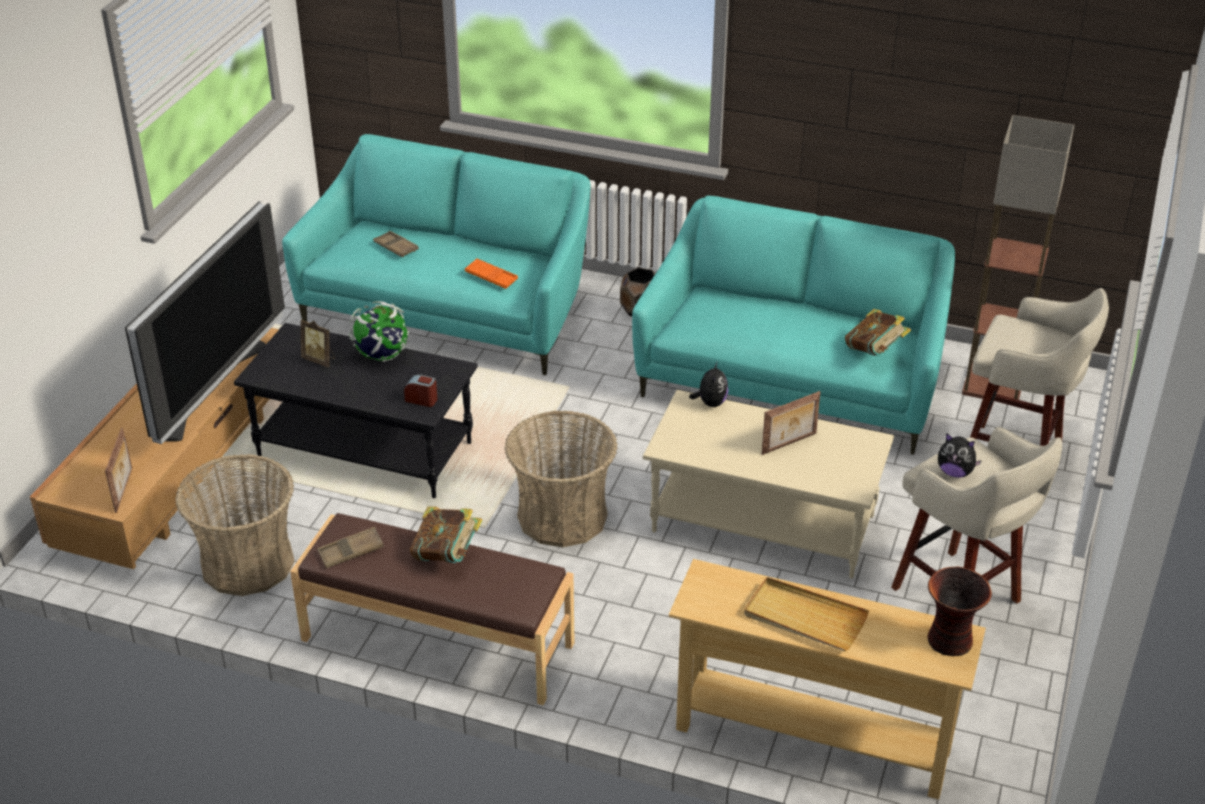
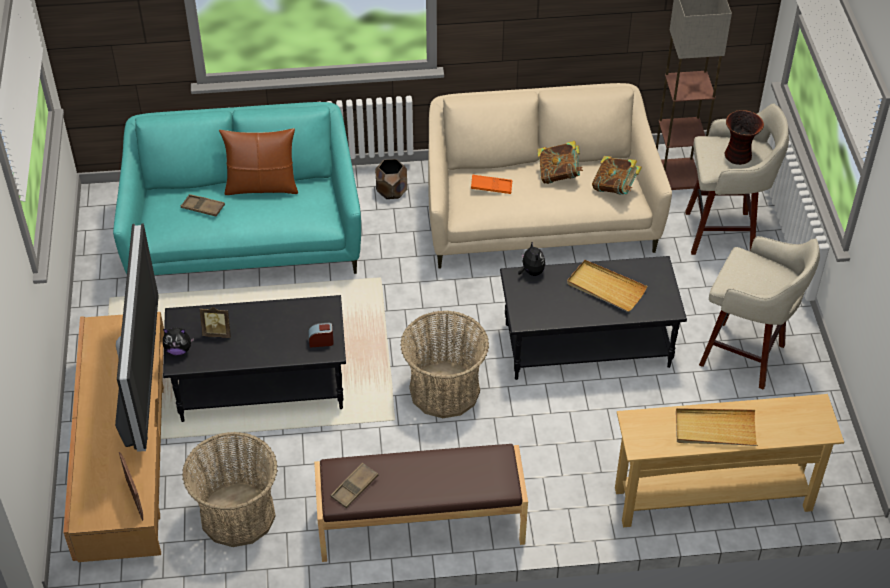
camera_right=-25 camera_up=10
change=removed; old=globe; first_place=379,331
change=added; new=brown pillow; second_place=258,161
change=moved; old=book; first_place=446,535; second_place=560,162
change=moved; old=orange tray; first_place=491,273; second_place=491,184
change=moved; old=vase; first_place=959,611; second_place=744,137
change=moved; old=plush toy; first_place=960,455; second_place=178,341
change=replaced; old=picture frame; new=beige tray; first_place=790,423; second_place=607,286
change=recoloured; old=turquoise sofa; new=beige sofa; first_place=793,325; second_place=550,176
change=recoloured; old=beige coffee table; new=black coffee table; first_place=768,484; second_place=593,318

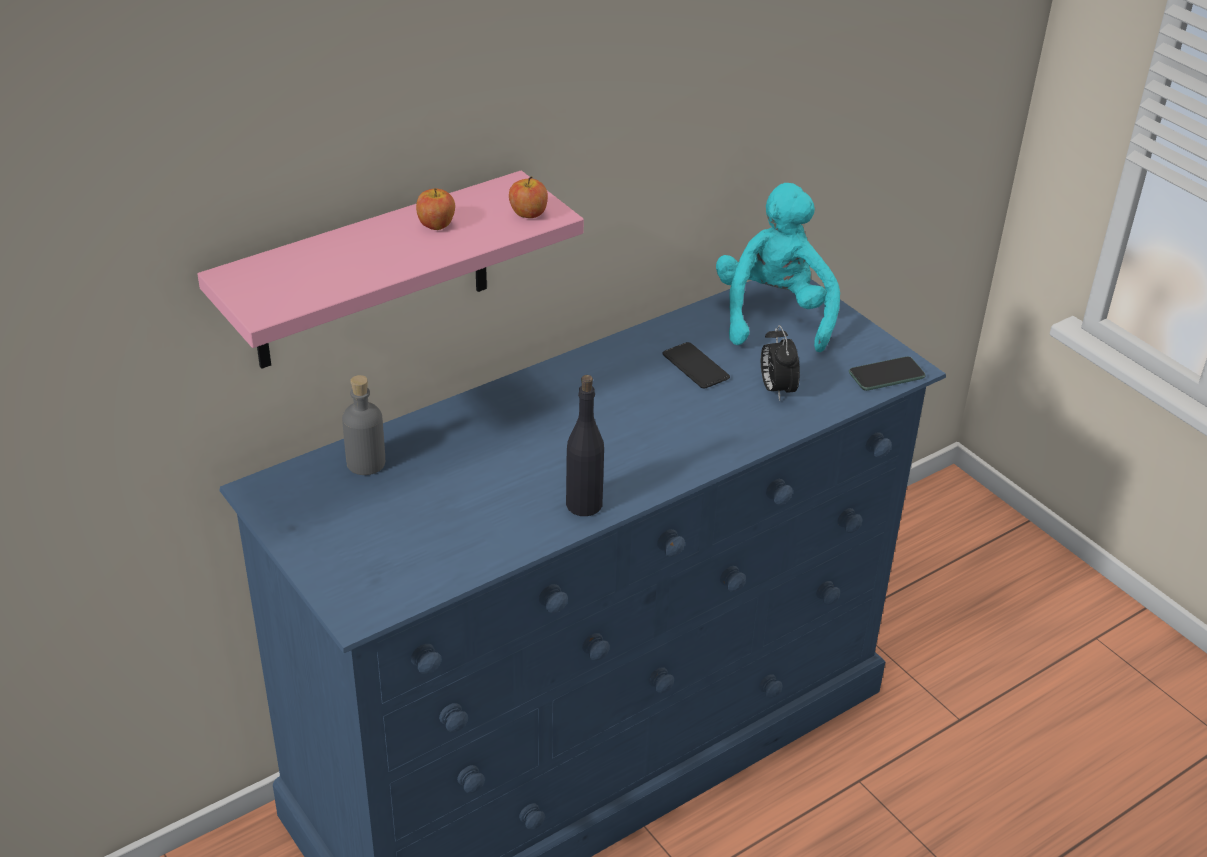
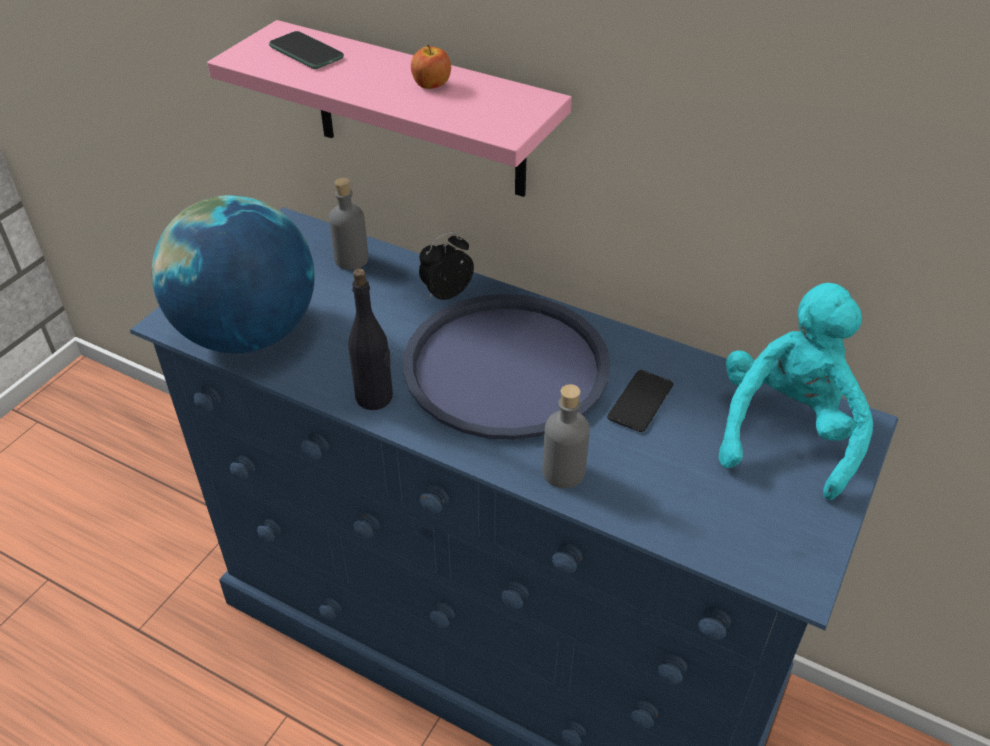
camera_right=65 camera_up=5
change=removed; old=apple; first_place=528,197
change=added; new=globe; second_place=233,274
change=added; new=blue tray; second_place=507,367
change=added; new=grey bottle; second_place=566,436
change=moved; old=alarm clock; first_place=780,363; second_place=446,266
change=moved; old=phone; first_place=887,373; second_place=306,50
change=turned; old=turquoise plush toy; first_place=778,267; second_place=796,391; degrees=-45

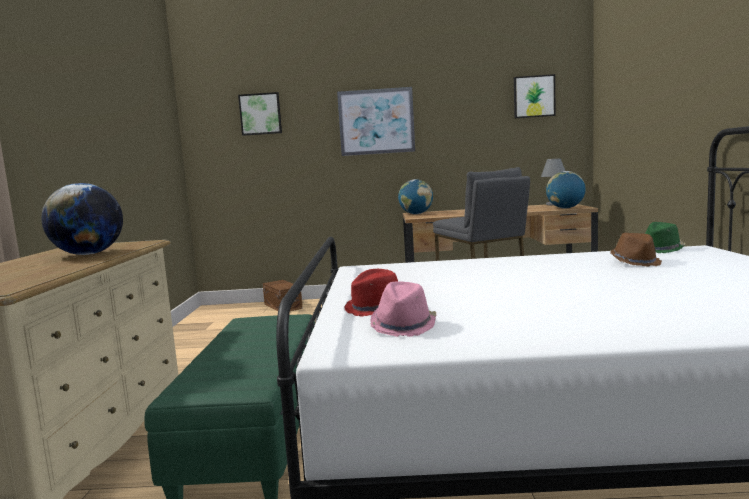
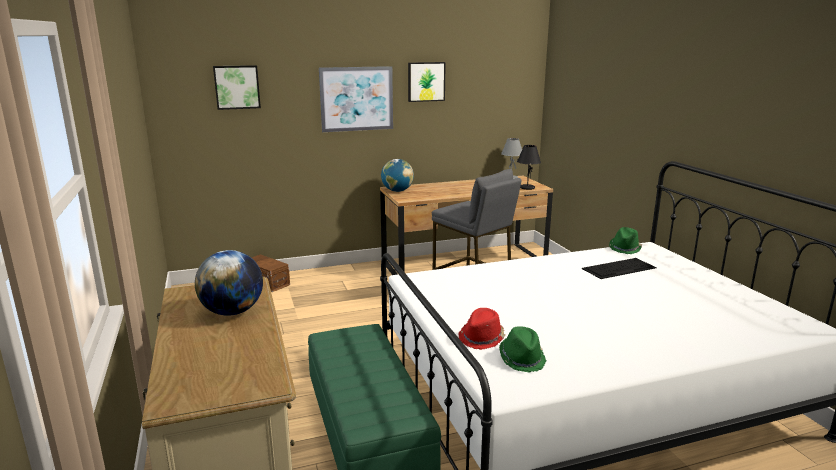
camera_right=-20 camera_up=10
change=moved; old=picture; first_place=535,96; second_place=427,82
change=replaced; old=globe; new=black table lamp; first_place=565,190; second_place=529,167
change=replaced; old=brown hat; new=keyboard; first_place=636,250; second_place=619,268
change=recoloured; old=pink hat; new=green hat; first_place=403,309; second_place=522,349

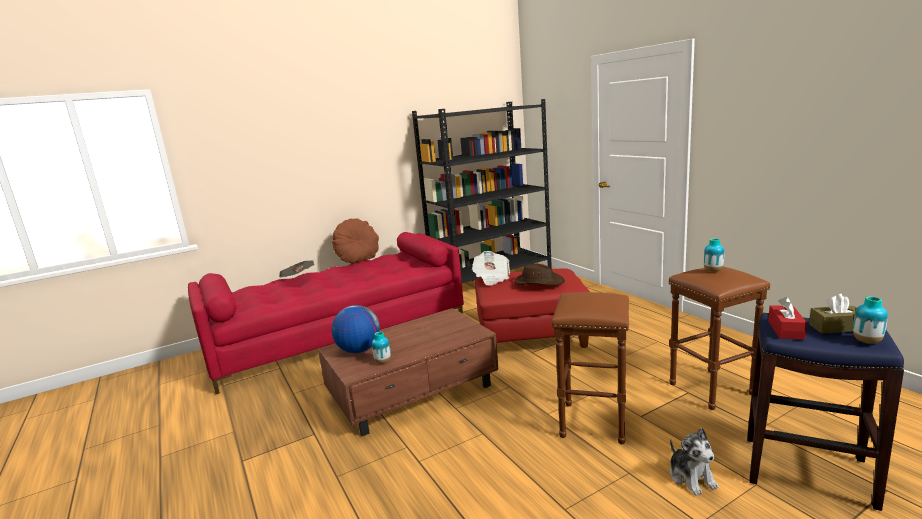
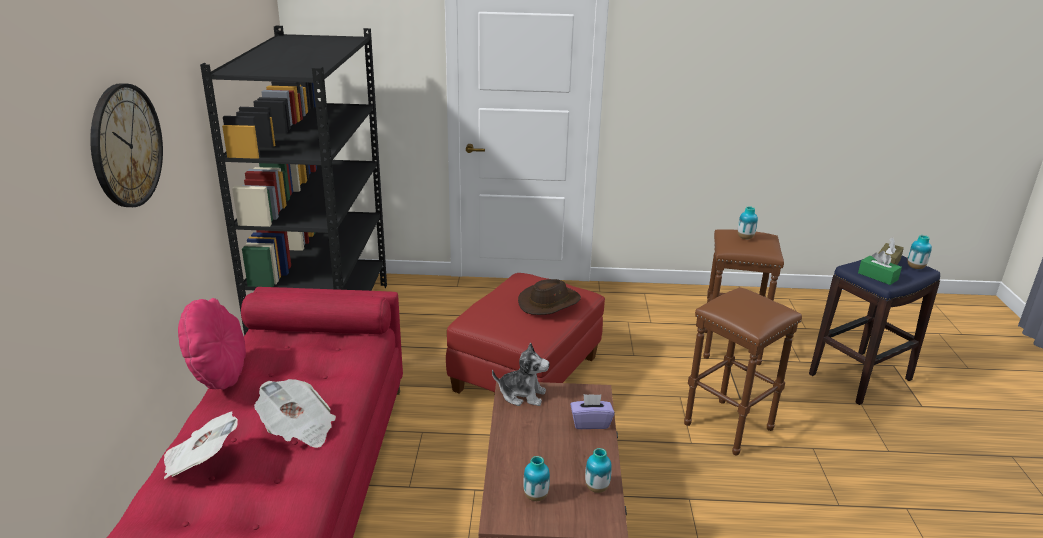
camera_right=-60 camera_up=10
change=added; new=wall clock; second_place=126,145
change=added; new=purple tissue box; second_place=592,411
change=moved; old=newspaper; first_place=491,268; second_place=295,413
change=moved; old=plush toy; first_place=694,462; second_place=521,374
change=replaced; old=globe; new=vase; first_place=355,329; second_place=536,478
change=recoloured; old=brown pillow; new=pink pillow; first_place=355,241; second_place=212,344
change=recoloured; old=red tissue box; new=green tissue box; first_place=787,318; second_place=880,268

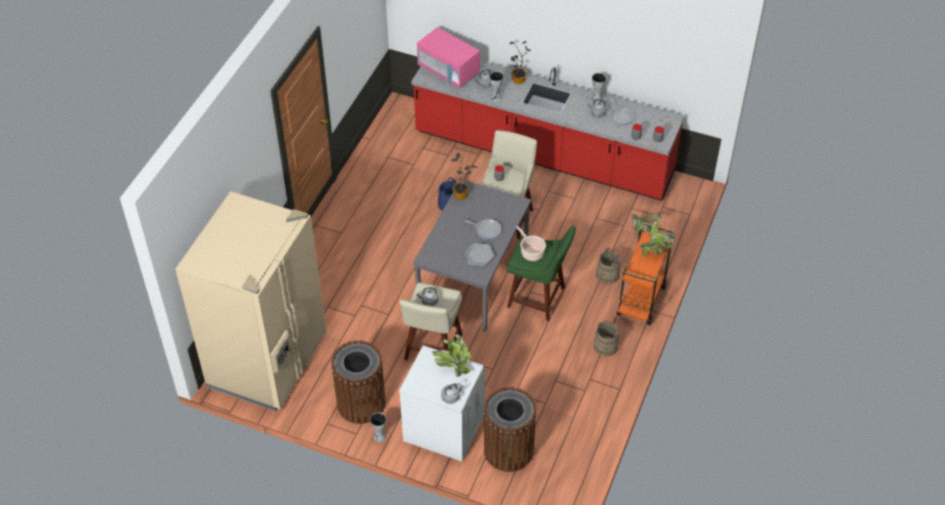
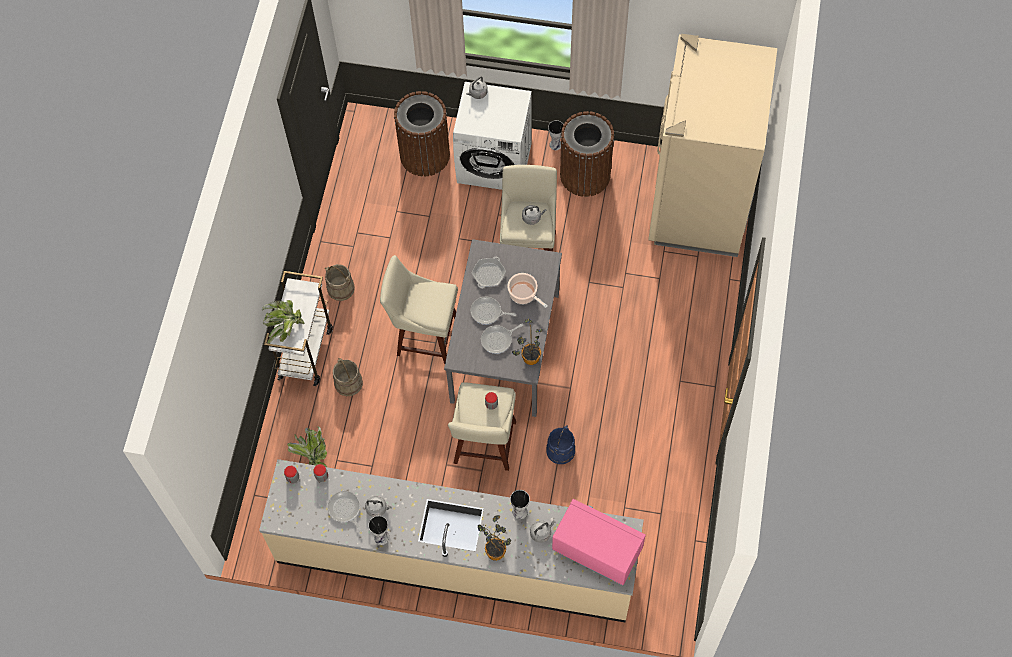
camera_right=170 camera_up=15
change=removed; old=potted plant; first_place=452,355
change=added; new=frying pan; second_place=502,338
change=moved; old=cooking pot; first_place=531,243; second_place=527,290
change=recoloured; old=red counter; new=beige counter; first_place=548,131; second_place=451,540
change=recoloured; old=green stool; new=beige stool; first_place=541,273; second_place=419,309
change=recoloured; old=orange cart; new=white cart; first_place=646,273; second_place=298,328

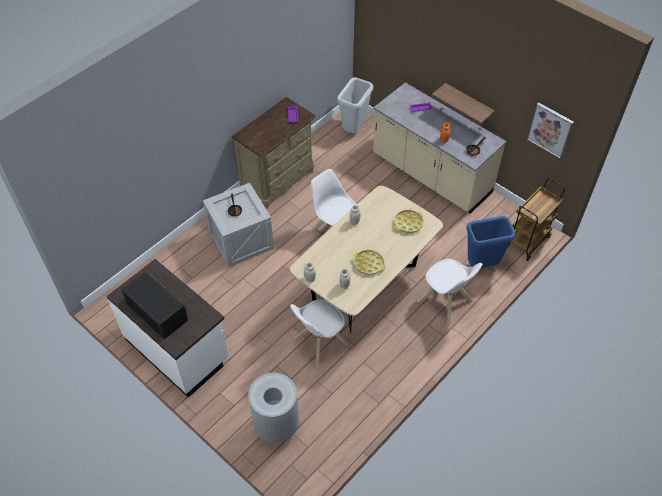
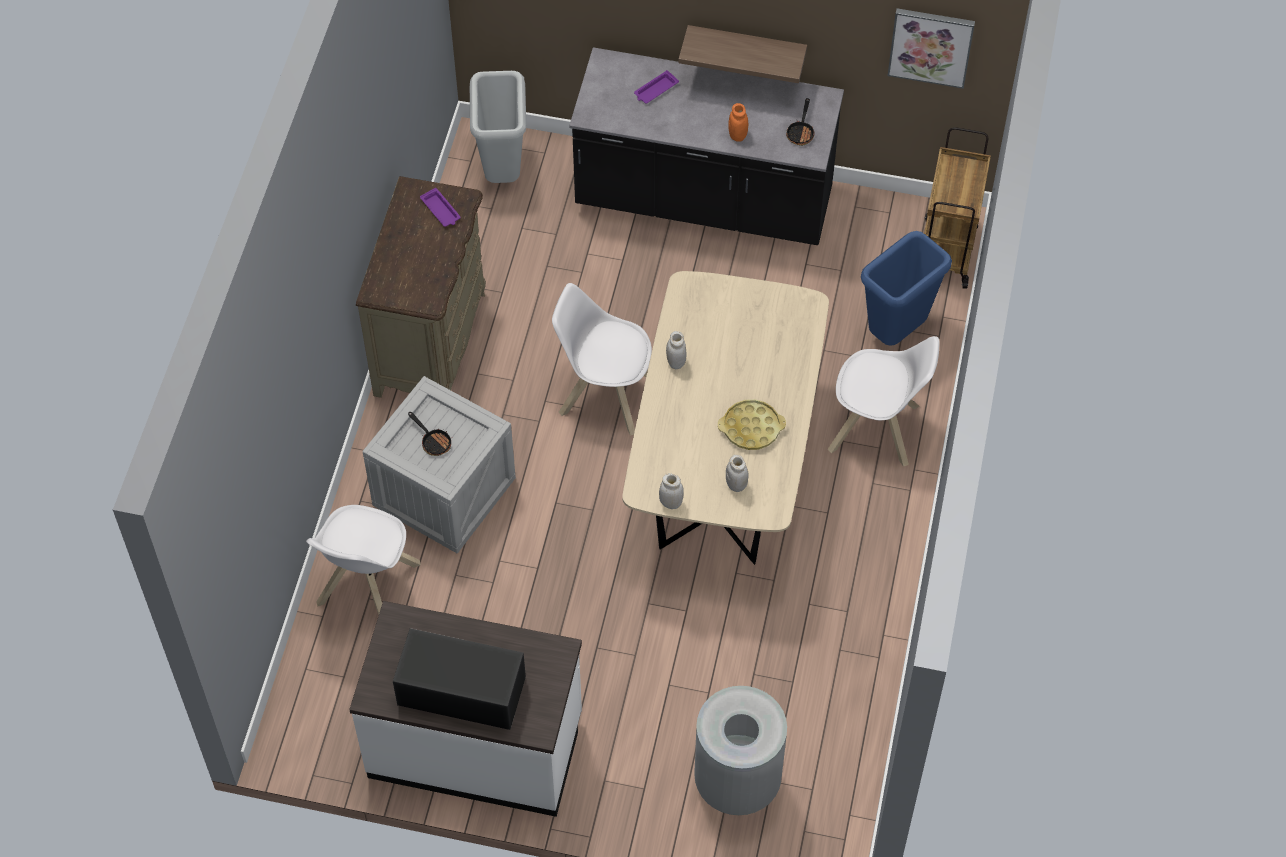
camera_right=-30 camera_up=5
change=removed; old=yellow tray; first_place=408,221
change=moved; old=white chair; first_place=320,333; second_place=363,560
change=recoloured; old=beige counter; new=black counter; first_place=439,148; second_place=706,146

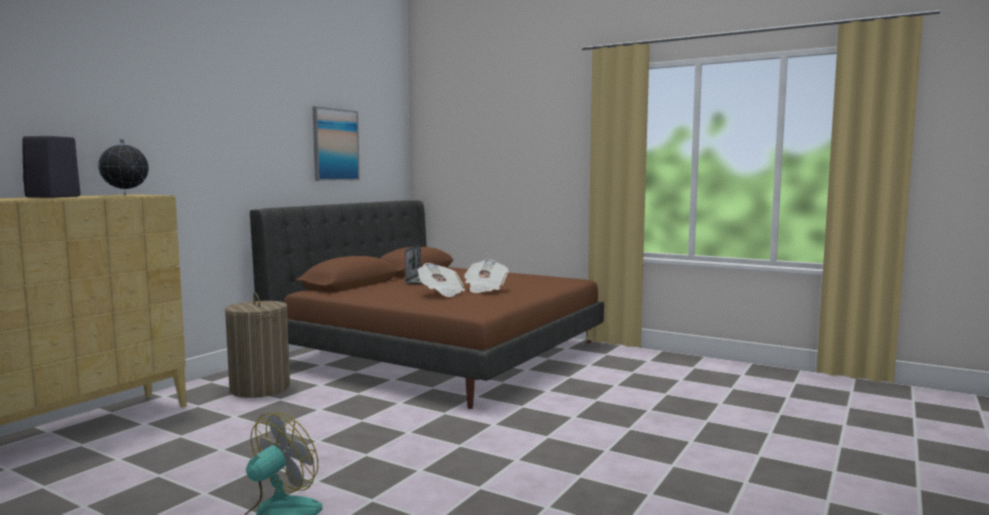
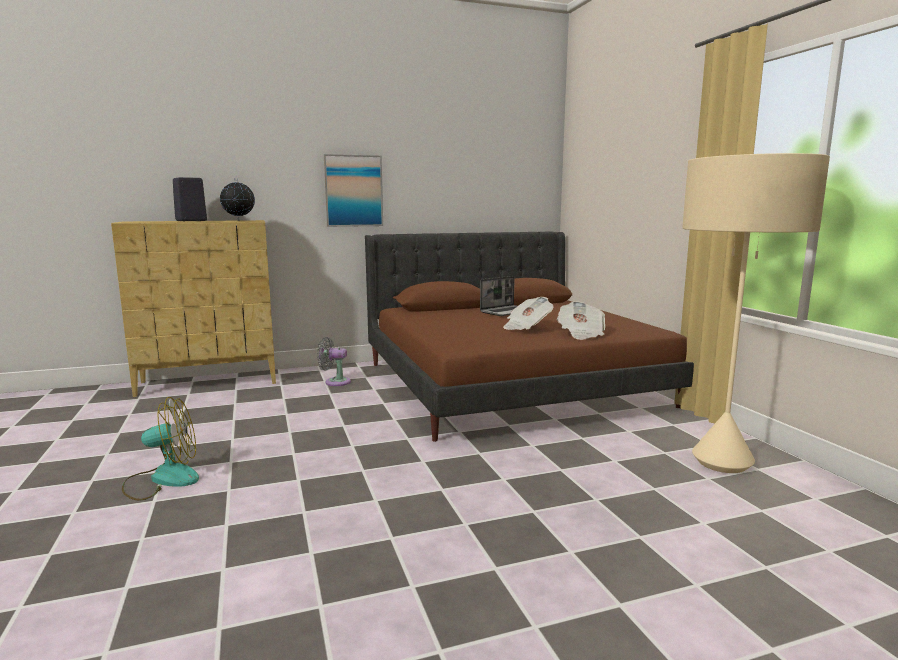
camera_right=40 camera_up=5
change=added; new=beige floor lamp; second_place=756,313
change=moved; old=picture; first_place=336,143; second_place=353,190
change=moved; old=newspaper; first_place=441,280; second_place=581,320
change=replaced; old=laundry basket; new=grey fan; first_place=257,345; second_place=334,361

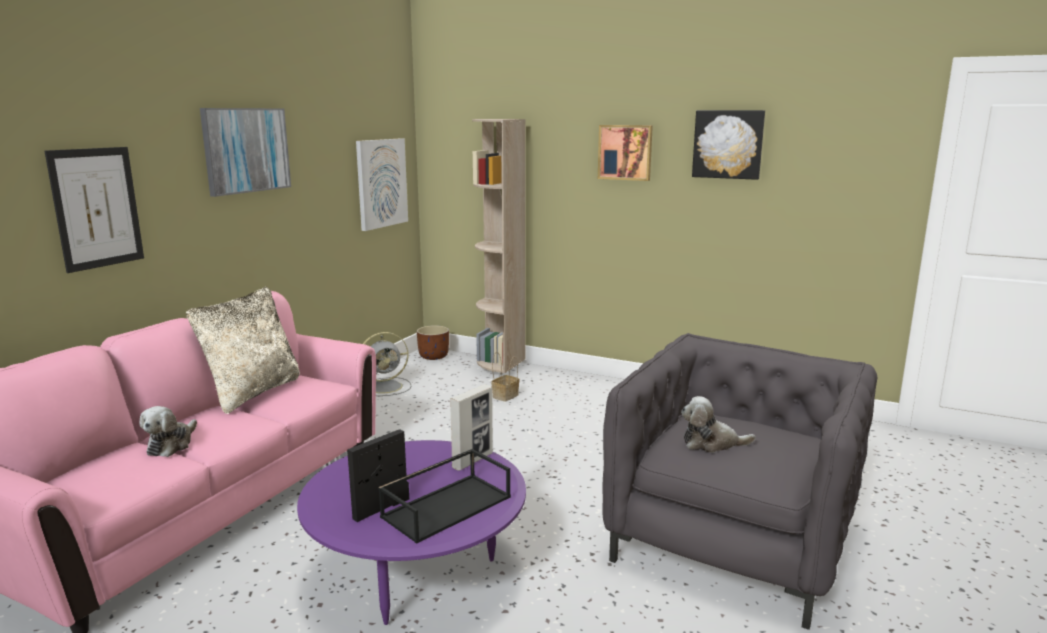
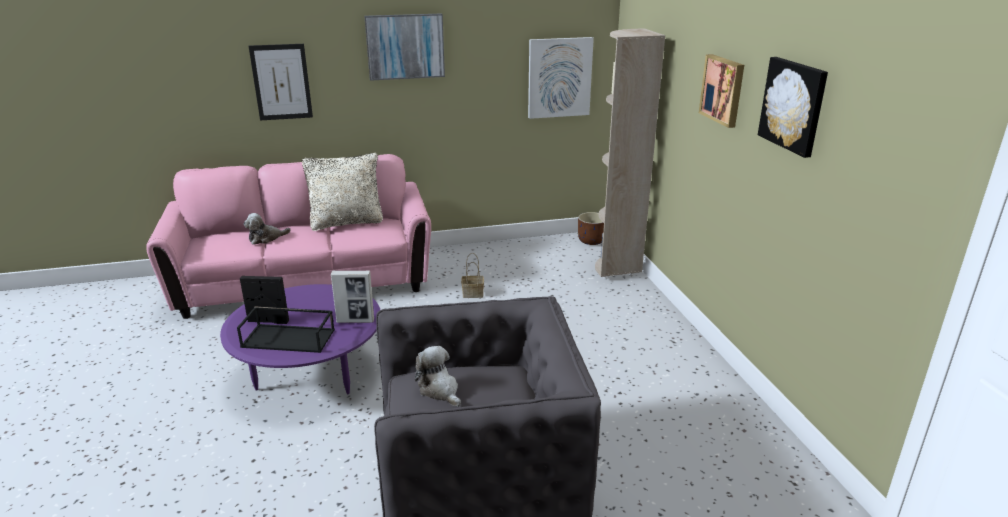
camera_right=50 camera_up=10
change=removed; old=grey fan; first_place=387,364
change=moved; old=basket; first_place=505,377; second_place=472,275

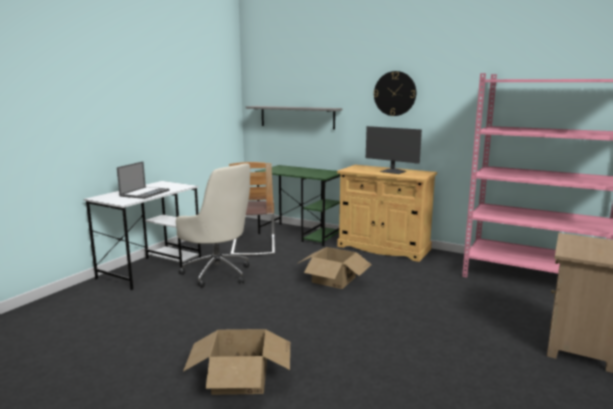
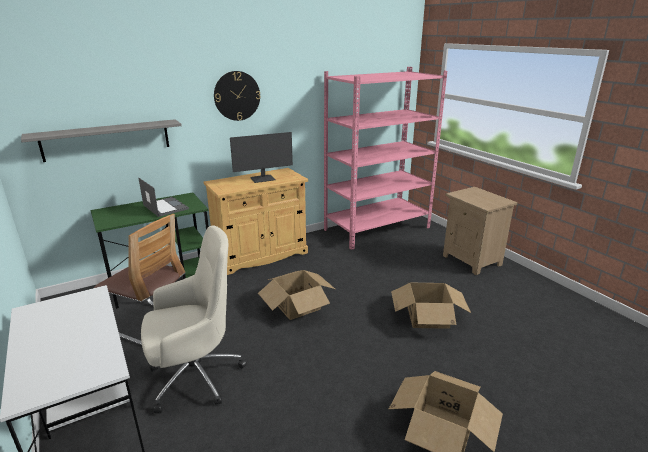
camera_right=-60 camera_up=10
change=added; new=cardboard box; second_place=431,305
change=moved; old=laptop; first_place=143,180; second_place=164,197

